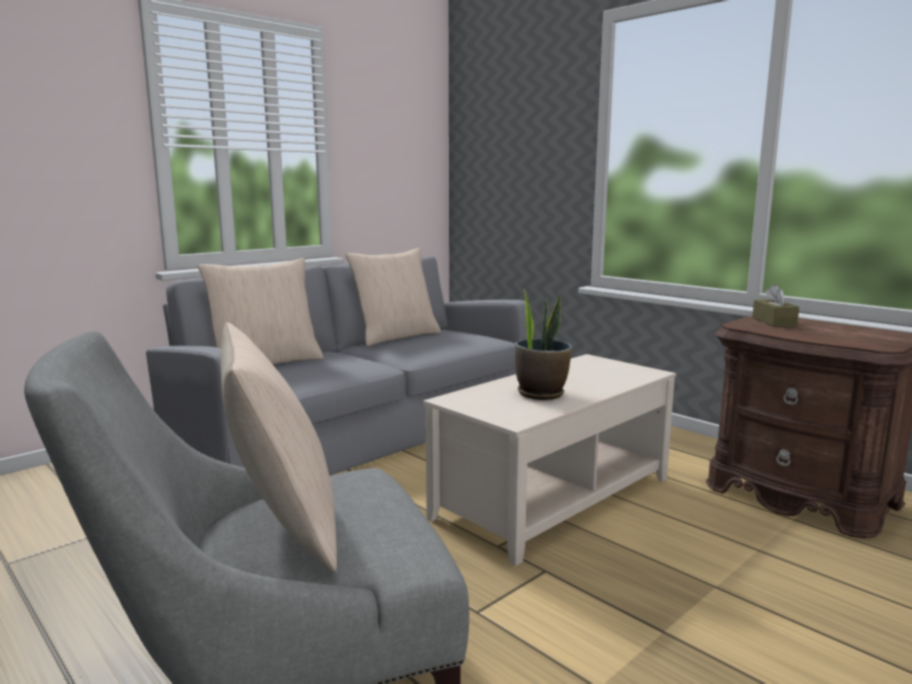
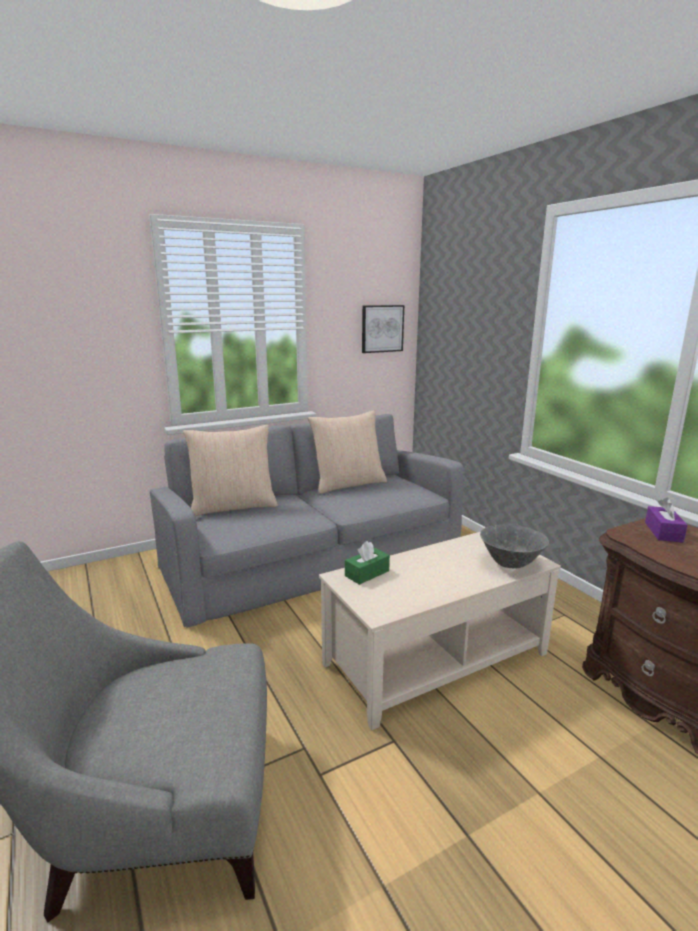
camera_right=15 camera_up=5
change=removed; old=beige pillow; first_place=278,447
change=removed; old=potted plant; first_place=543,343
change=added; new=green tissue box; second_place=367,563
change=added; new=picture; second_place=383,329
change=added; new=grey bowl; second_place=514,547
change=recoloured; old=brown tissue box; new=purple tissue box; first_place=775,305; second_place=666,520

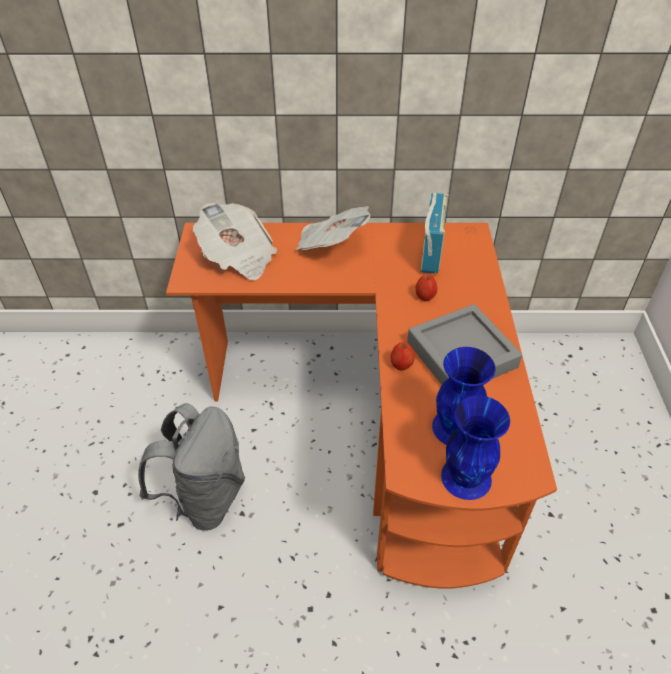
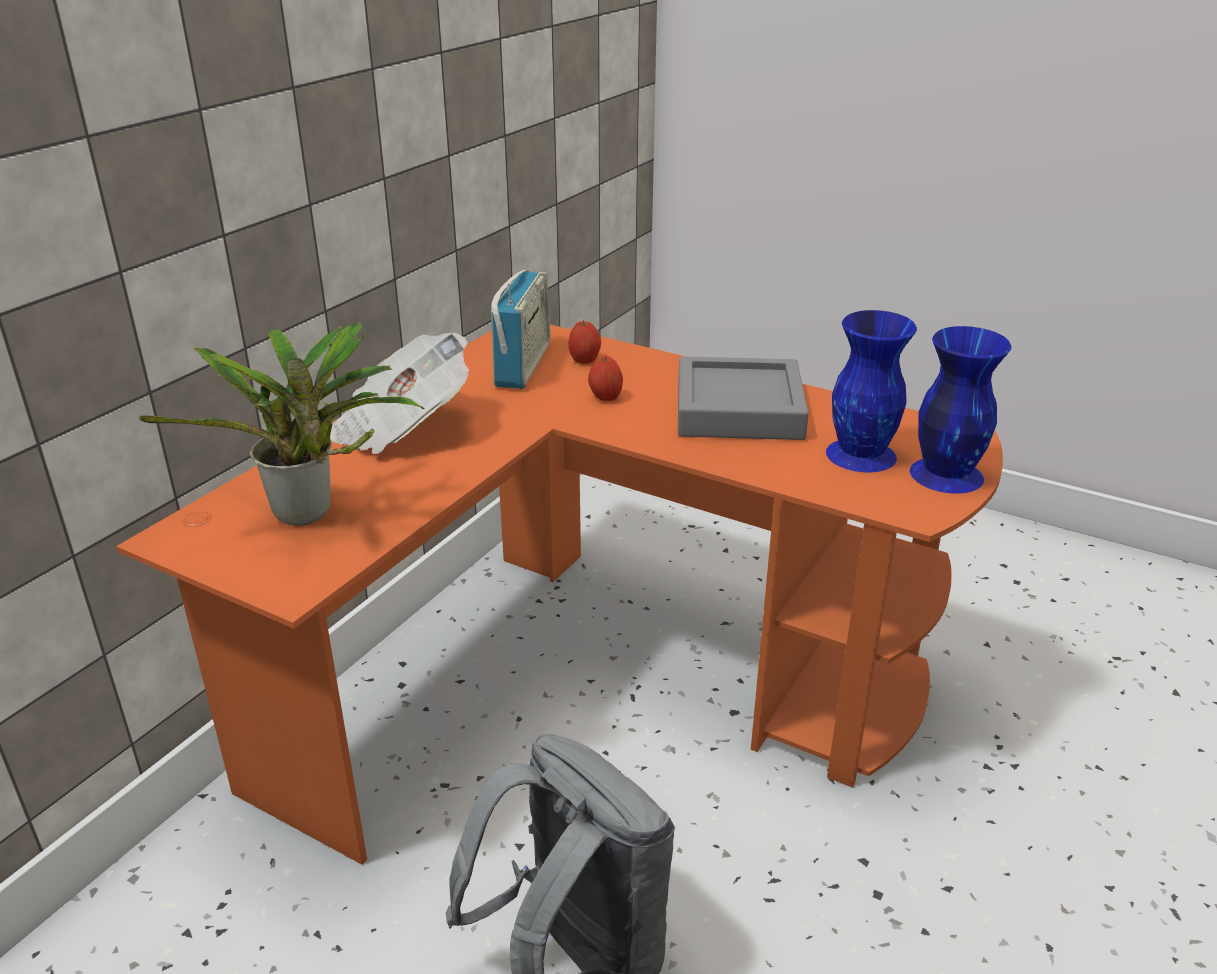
camera_right=-60 camera_up=-15
change=moved; old=apple; first_place=402,356; second_place=584,342
change=replaced; old=newspaper; new=potted plant; first_place=235,241; second_place=281,424
change=turned; old=radio; first_place=435,233; second_place=520,329; degrees=60

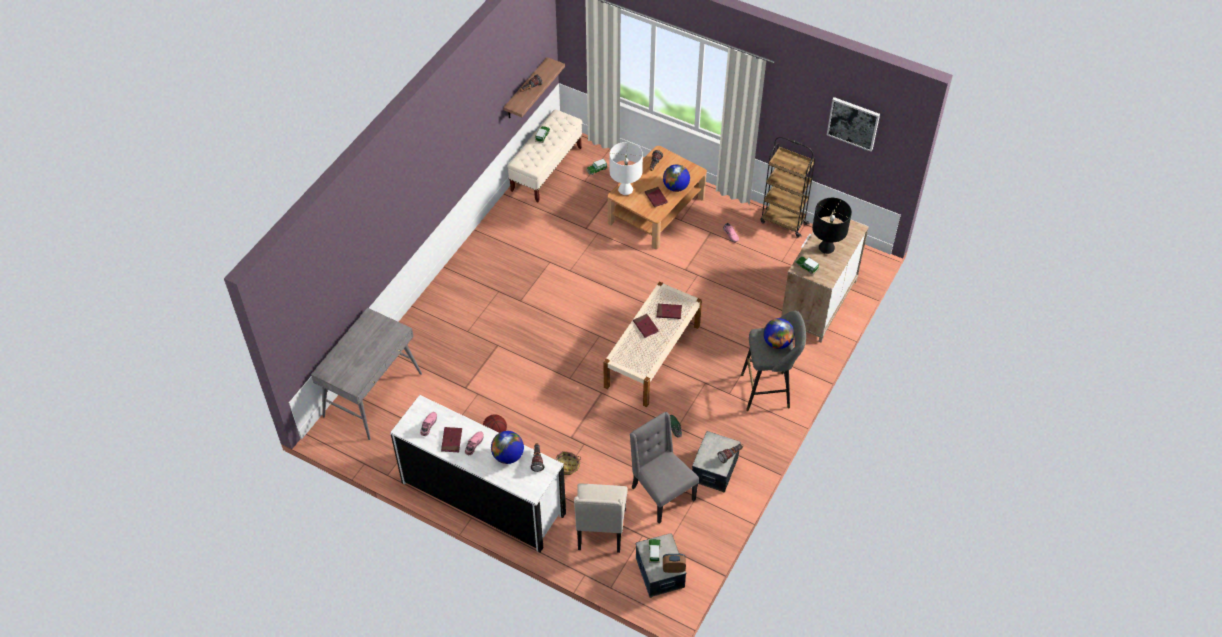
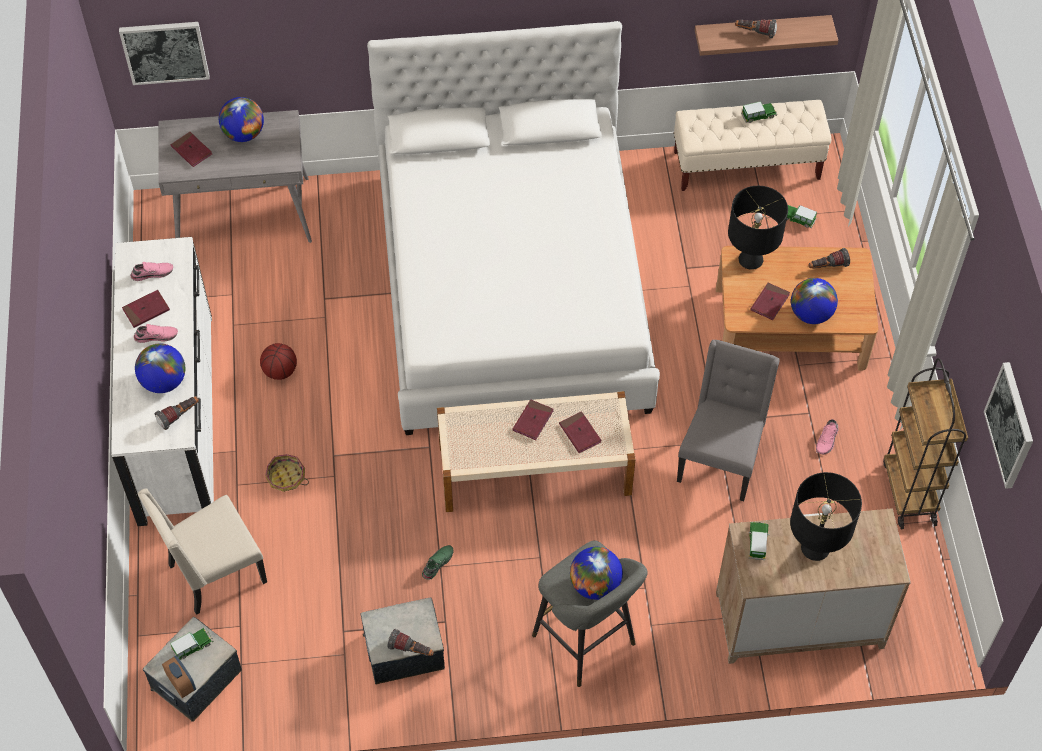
camera_right=55 camera_up=5
change=added; new=picture; second_place=164,53
change=added; new=red book; second_place=191,149
change=added; new=globe; second_place=241,119
change=added; new=white bed; second_place=513,228
change=moved; old=grey chair; first_place=664,467; second_place=728,420
change=recoloured; old=white table lamp; new=black table lamp; first_place=626,168; second_place=758,228

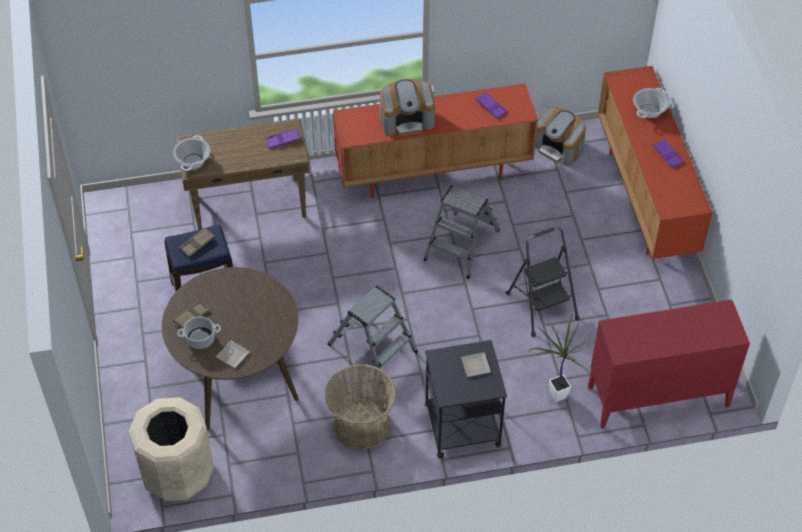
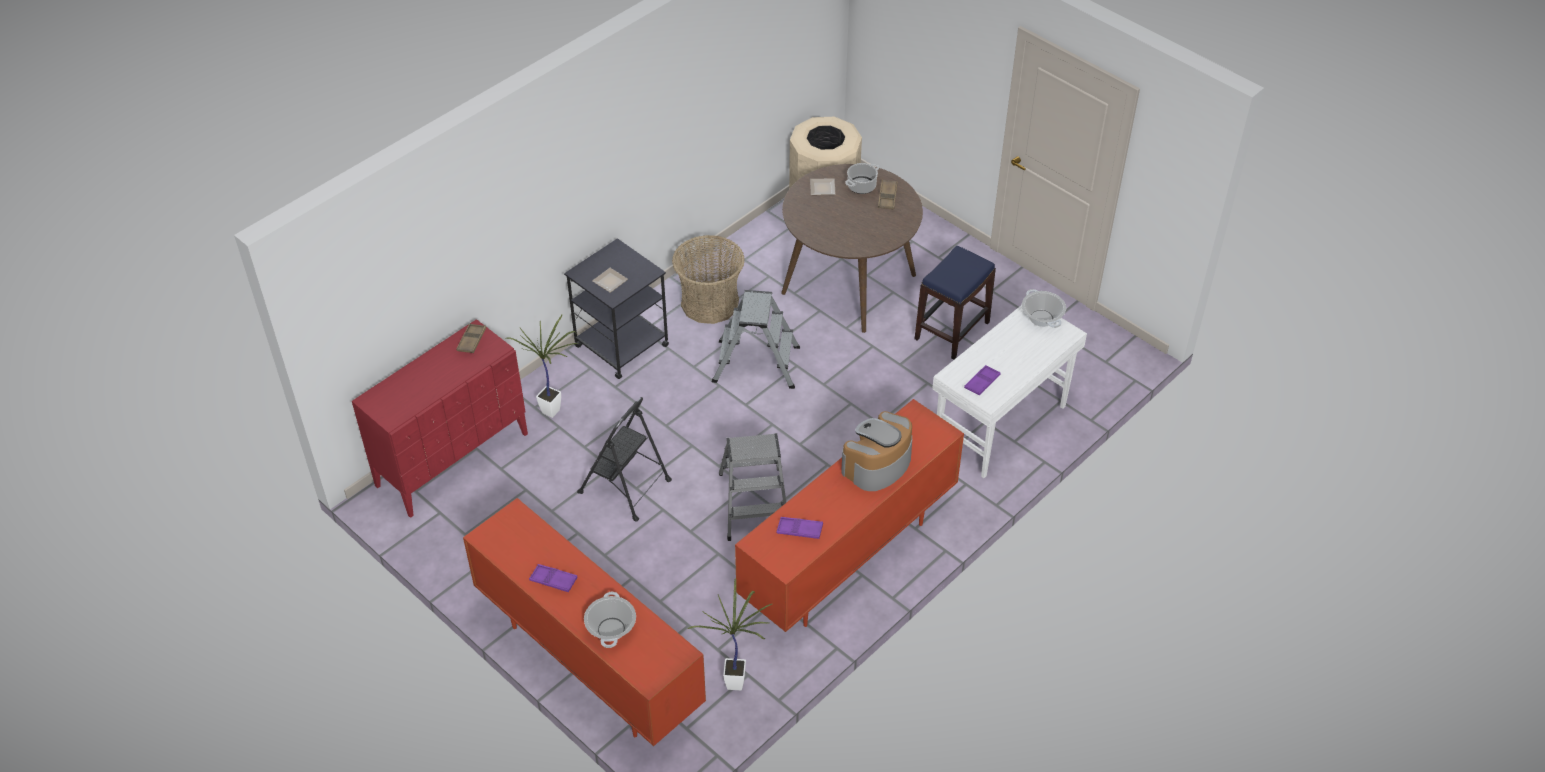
camera_right=145 camera_up=-5
change=moved; old=brown tray; first_place=197,242; second_place=471,338
change=replaced; old=coffee machine; new=potted plant; first_place=560,136; second_place=730,634
change=recoloured; old=brown console table; new=white console table; first_place=243,174; second_place=1009,391

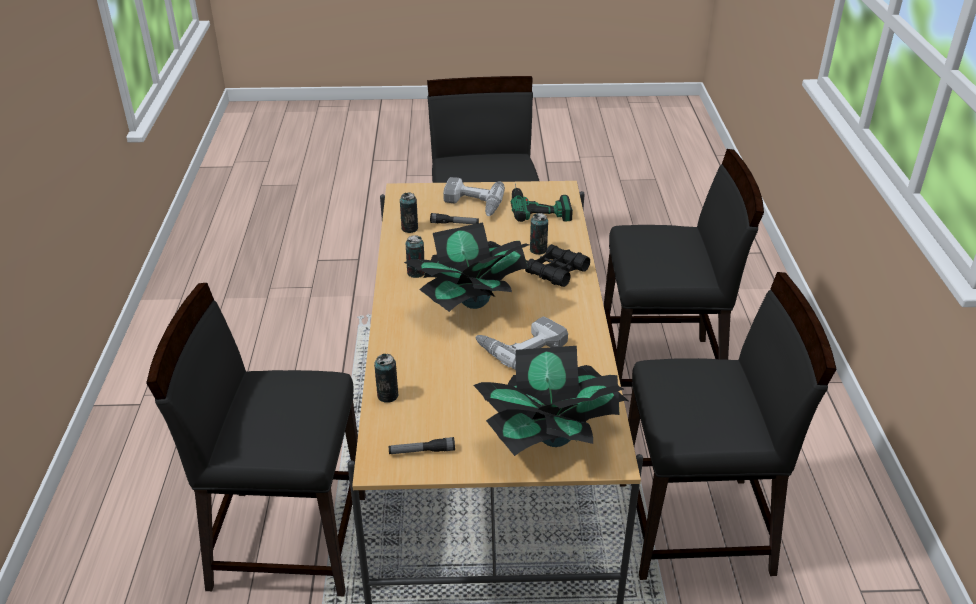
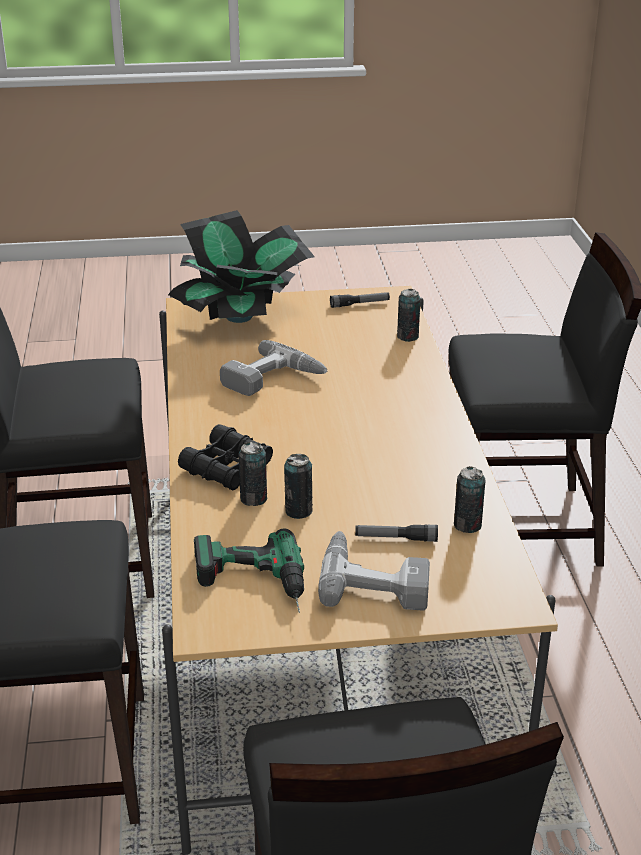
camera_right=175 camera_up=-5
change=removed; old=potted plant; first_place=467,267
change=moved; old=can; first_place=415,256; second_place=298,486

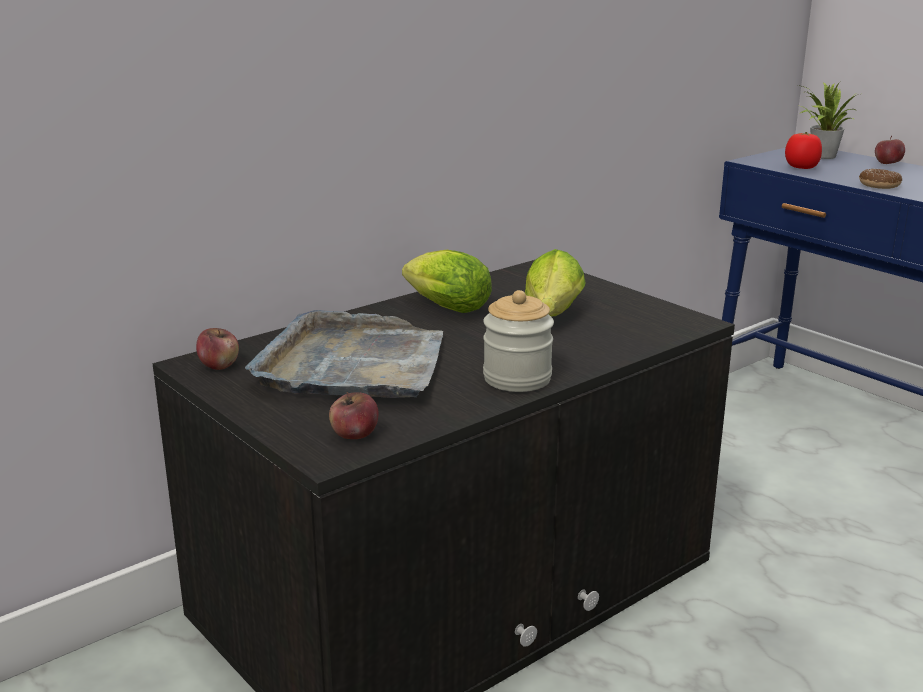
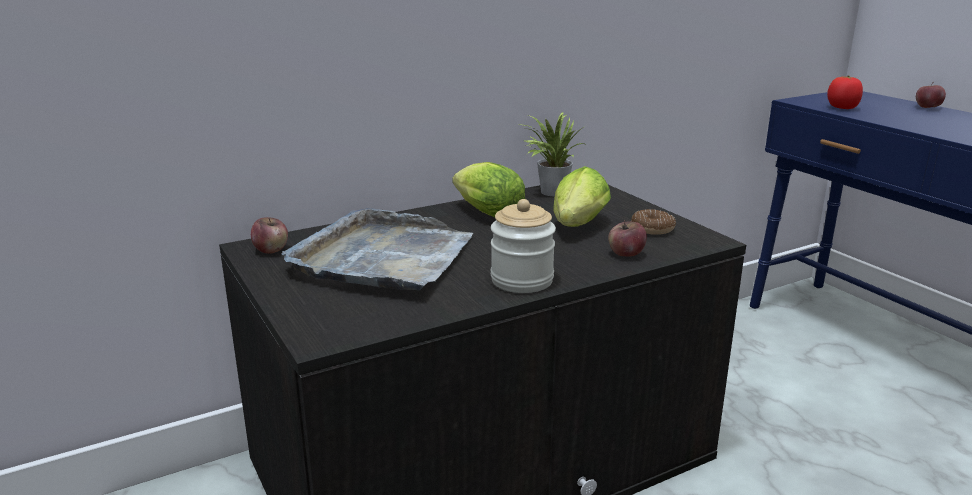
camera_right=10 camera_up=0
change=moved; old=apple; first_place=353,415; second_place=627,238
change=moved; old=potted plant; first_place=827,120; second_place=550,154
change=moved; old=donut; first_place=880,179; second_place=653,222

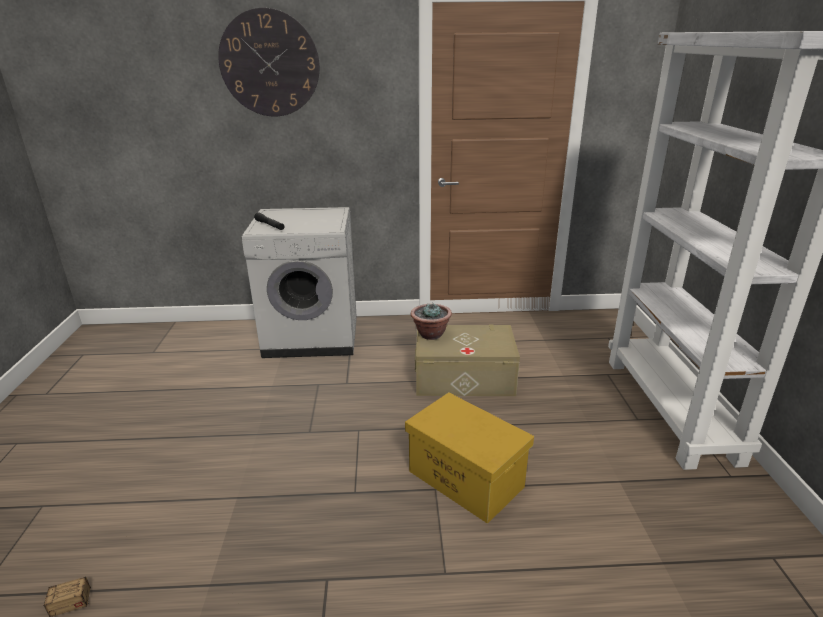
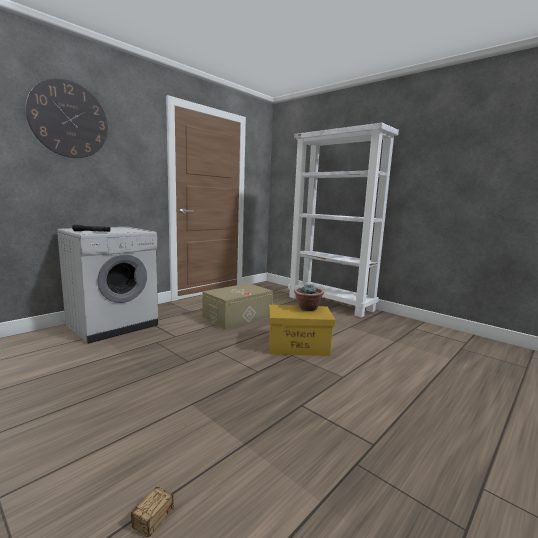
camera_right=-45 camera_up=-15
change=moved; old=potted plant; first_place=431,321; second_place=309,298

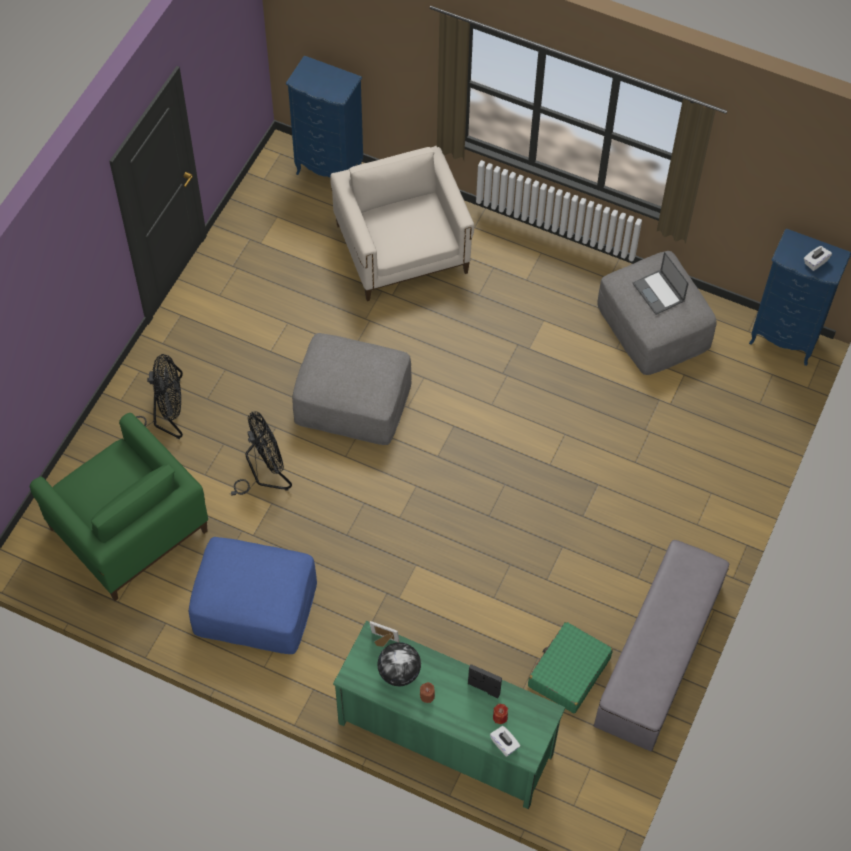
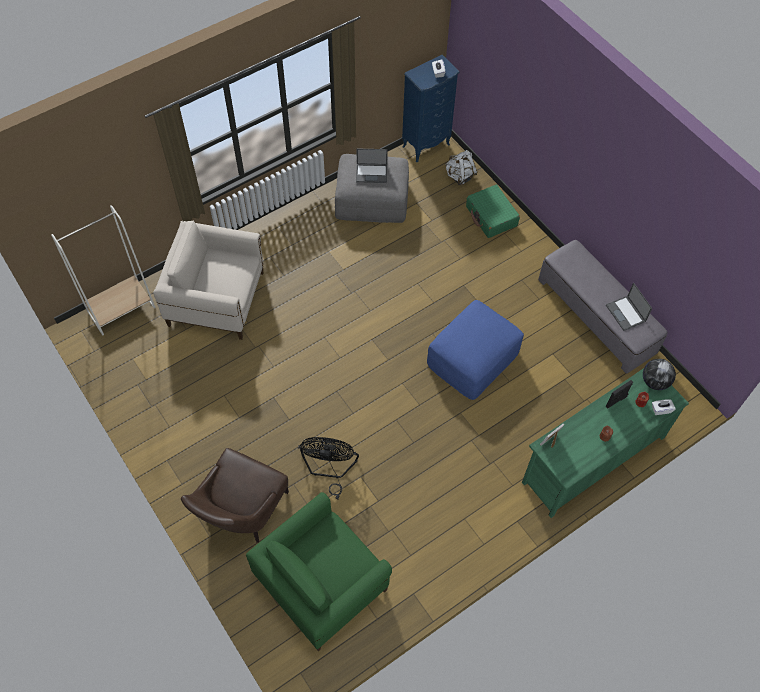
camera_right=-60 camera_up=0
change=removed; old=grey ottoman; first_place=351,389
change=added; new=white backpack; second_place=462,167
change=added; new=laptop; second_place=629,307
change=moved; old=blue ottoman; first_place=253,595; second_place=475,350
change=moved; old=globe; first_place=399,664; second_place=659,374
change=moved; old=green suitcase; first_place=570,667; second_place=493,211
change=replaced; old=black fan; new=brown armchair; first_place=159,396; second_place=235,495
change=replaced; old=blue dresser; new=clothes rack; first_place=324,116; second_place=103,270
change=turned; old=green armchair; first_place=119,507; second_place=319,571; degrees=150

